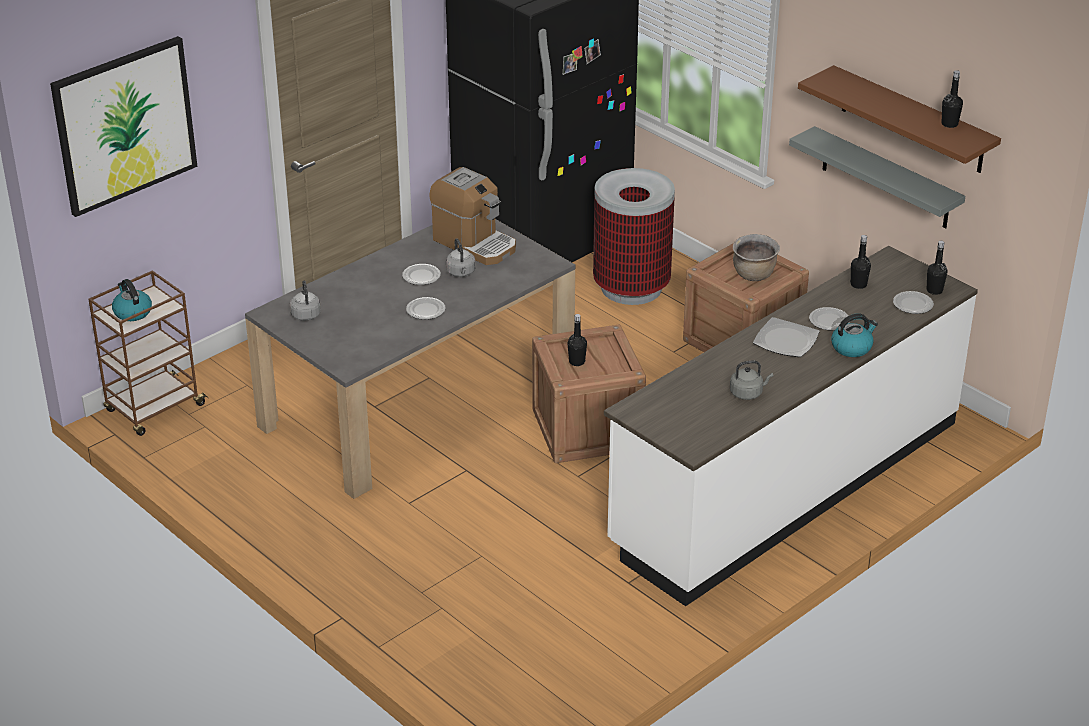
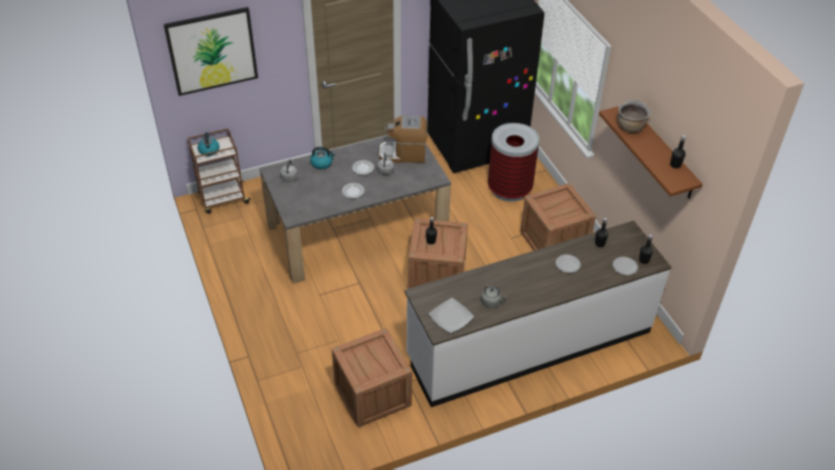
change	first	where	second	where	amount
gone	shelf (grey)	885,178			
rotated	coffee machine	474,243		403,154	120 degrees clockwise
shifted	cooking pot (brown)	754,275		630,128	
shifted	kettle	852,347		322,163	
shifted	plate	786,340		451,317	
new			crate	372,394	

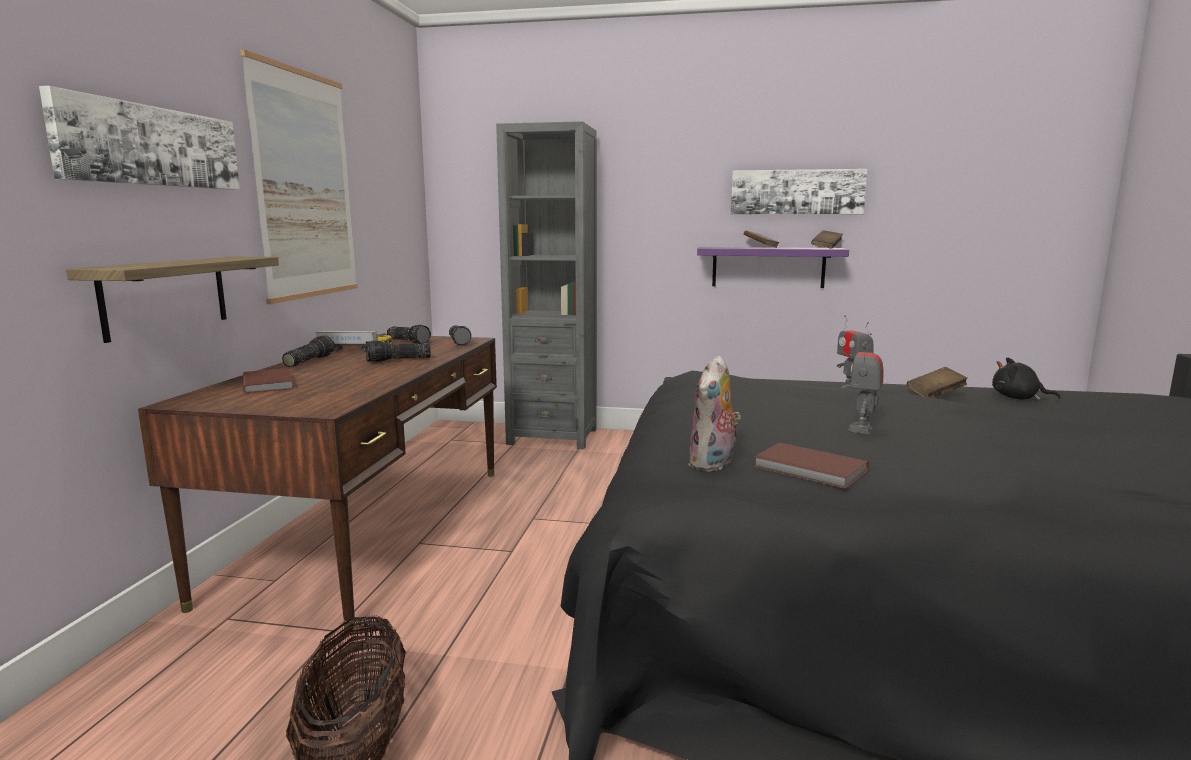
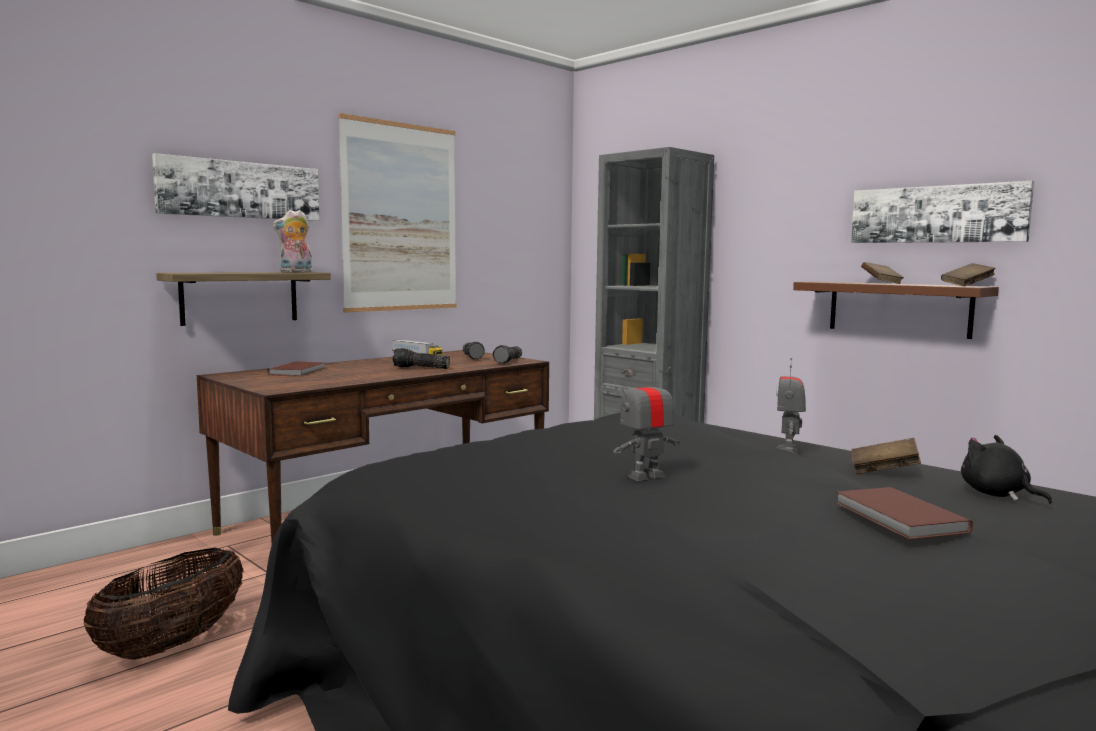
change	first	where	second	where	amount
repainted	shelf (purple)	768,267	shelf (brown)	898,308	
gone	flashlight	308,361			
shifted	plush toy	713,464		295,272	
shifted	book (brown)	810,470		898,518	

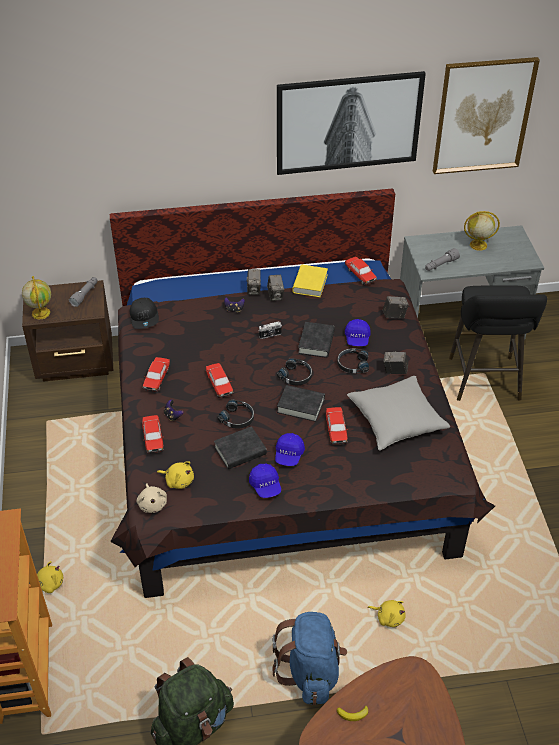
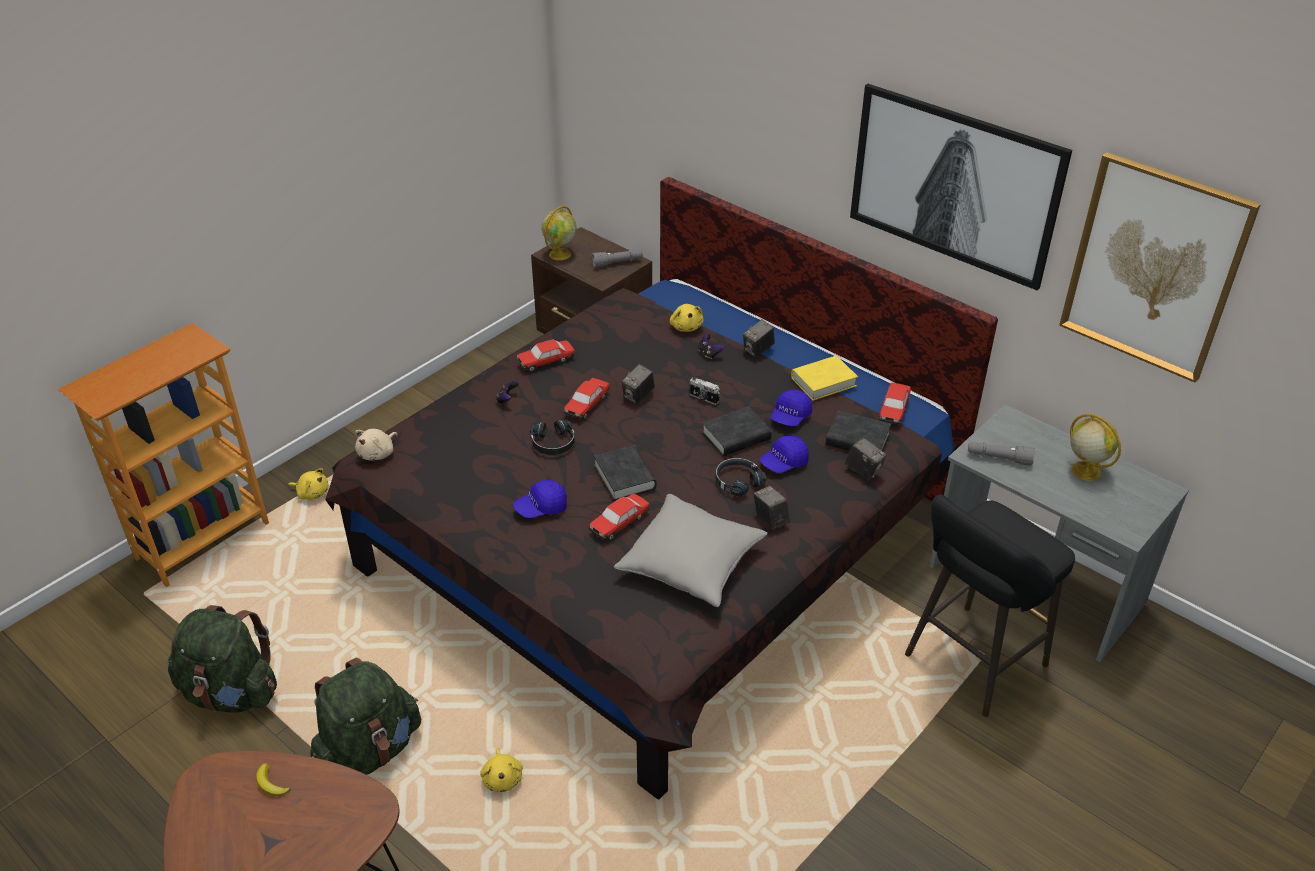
change	first	where	second	where	amount
shifted	photo camera	275,295		638,396	
gone	cap (black)	144,317			
gone	headphones (black)	296,376			
gone	toy car	153,438			
shifted	book (black)	240,451		857,439	
shifted	plush toy (yellow)	178,480		686,326	
shifted	cap (blue)	265,486		790,417	
repainted	backpack (blue)	310,671	backpack (green)	369,750	

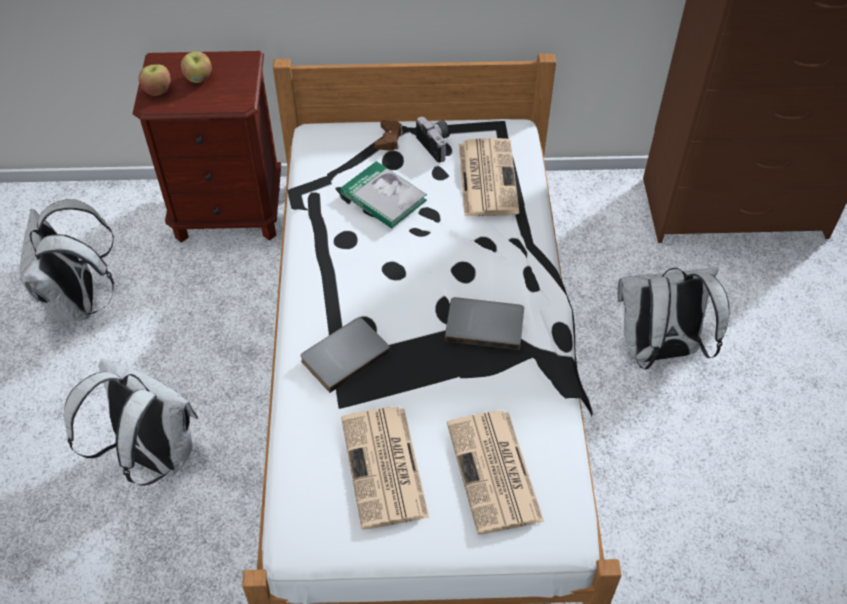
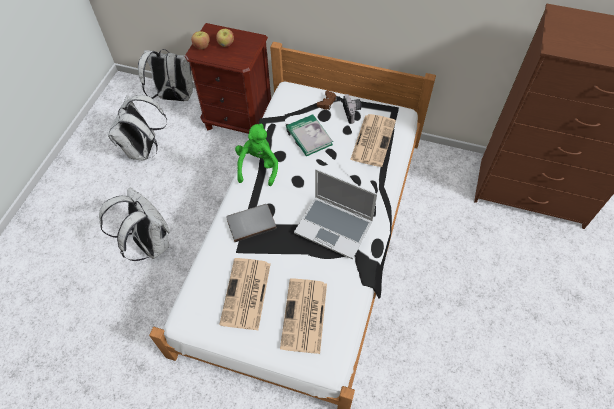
change	first	where	second	where	amount
shifted	backpack (white)	657,351		174,97	
swapped	book (grey)	485,323	laptop	335,227	
new			plush toy (green)	258,166	

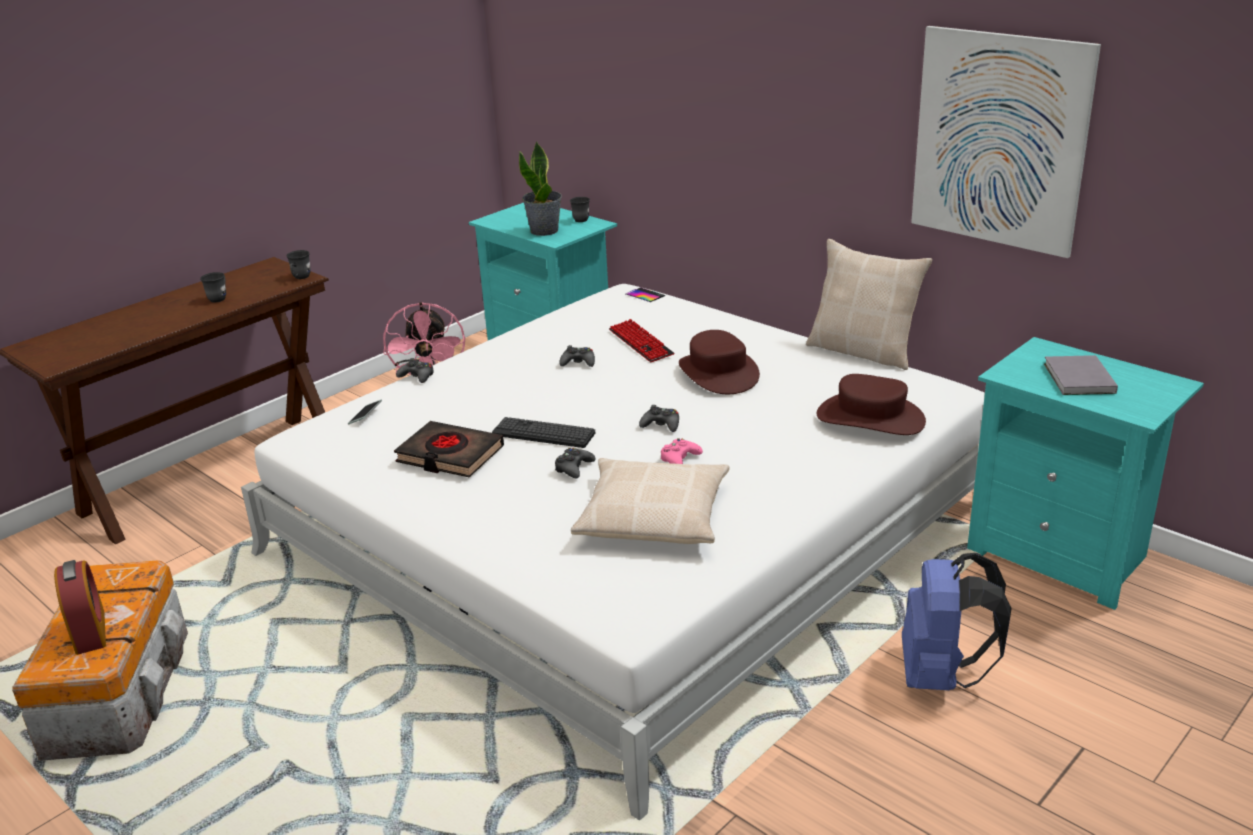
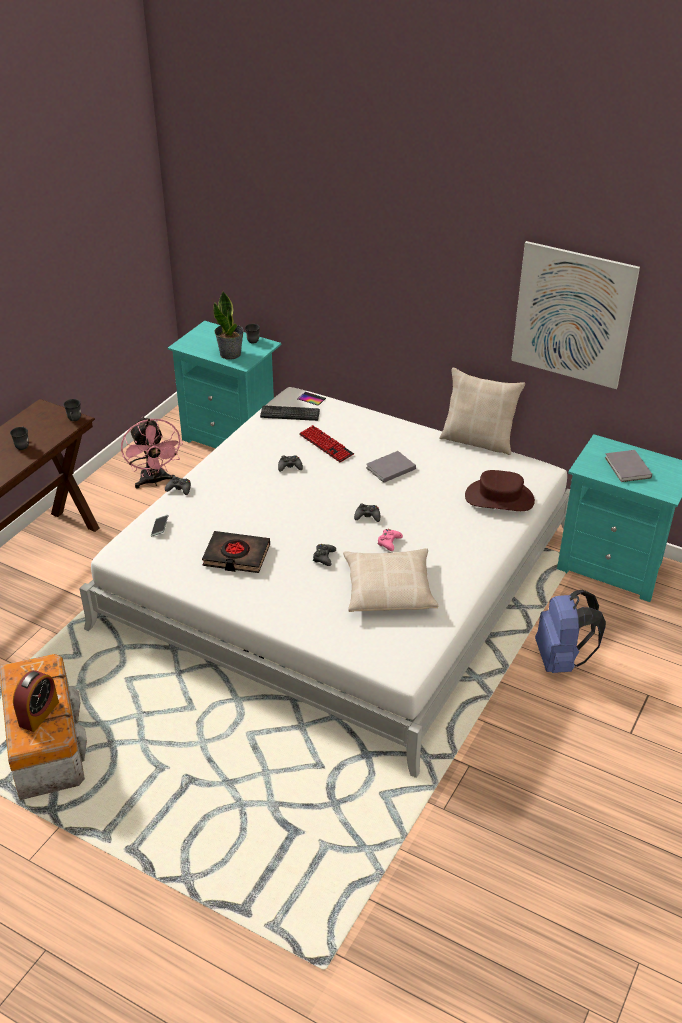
change	first	where	second	where	amount
swapped	hat (brown)	718,373	book (grey)	389,468	
shifted	keyboard	543,434		290,414	
rotated	alarm clock	90,632		39,714	60 degrees clockwise

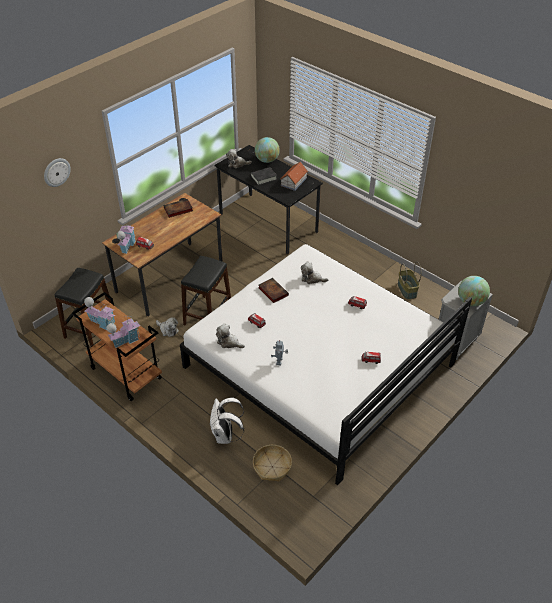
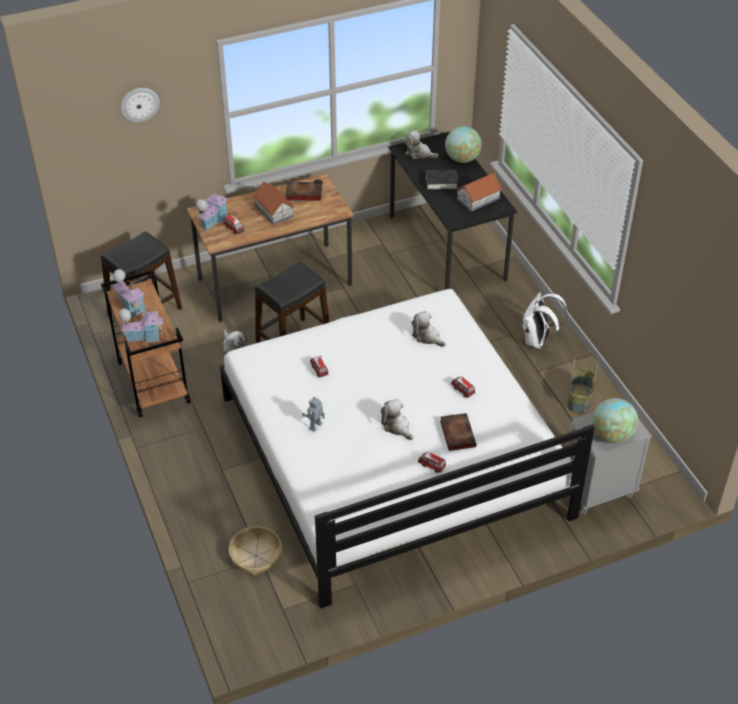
change	first	where	second	where	amount
shifted	book	272,291		457,433	
shifted	plush toy	229,342		397,427	
shifted	backpack (white)	225,435		538,341	
new			toy house	274,211	

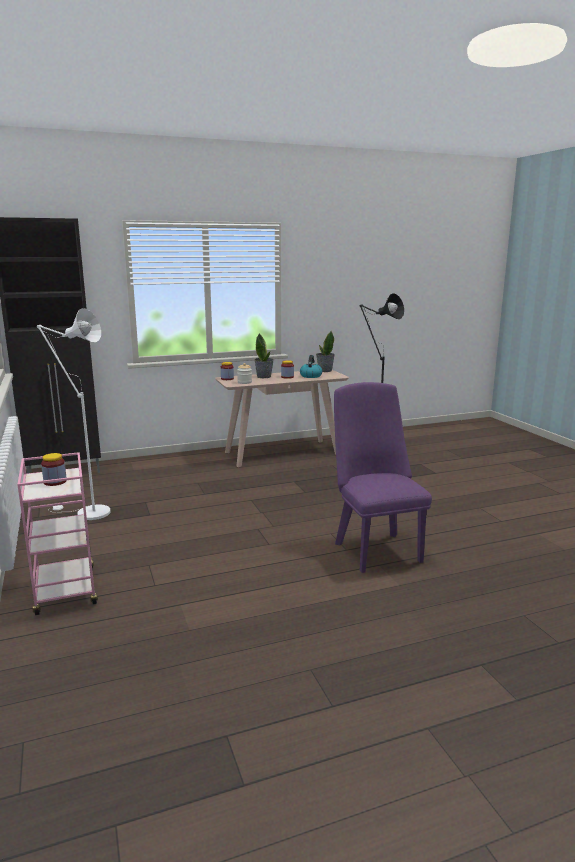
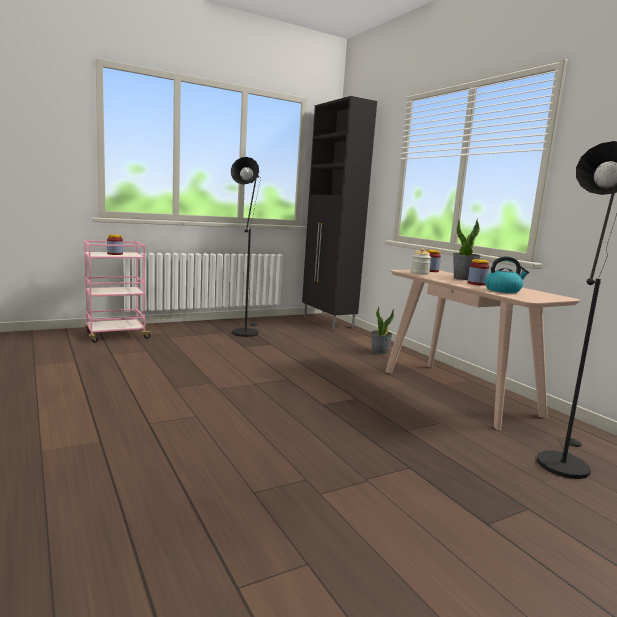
change	first	where	second	where	amount
repainted	floor lamp (white)	87,513	floor lamp (black)	245,331	
shifted	potted plant	324,370		379,352	
gone	chair (purple)	374,548			

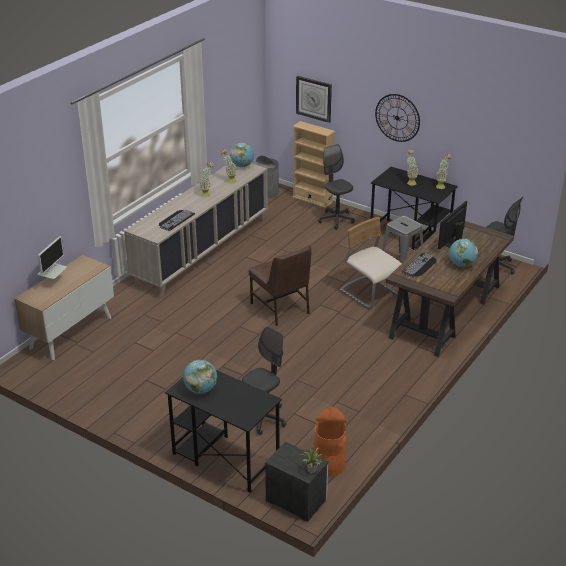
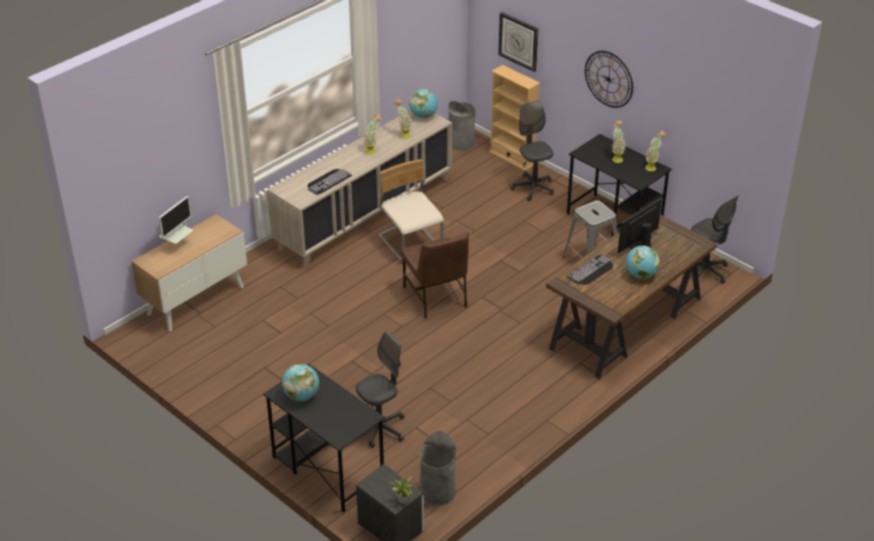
change	first	where	second	where	amount
shifted	chair (beige)	370,293		410,243	
repainted	trash can (orange)	329,464	trash can (grey)	437,492	

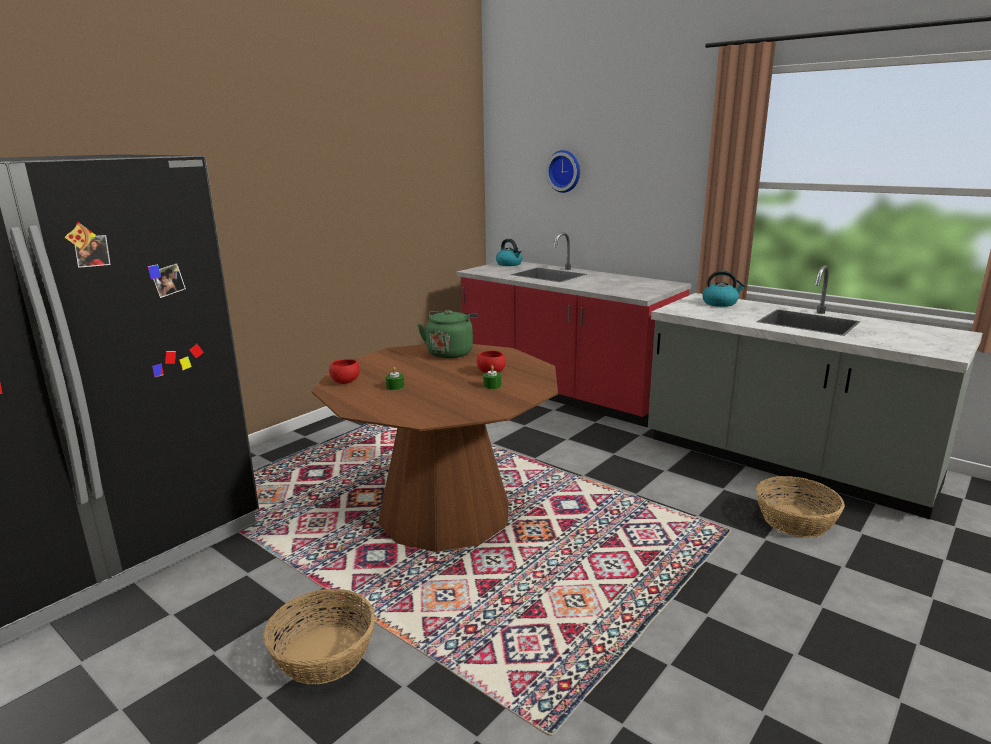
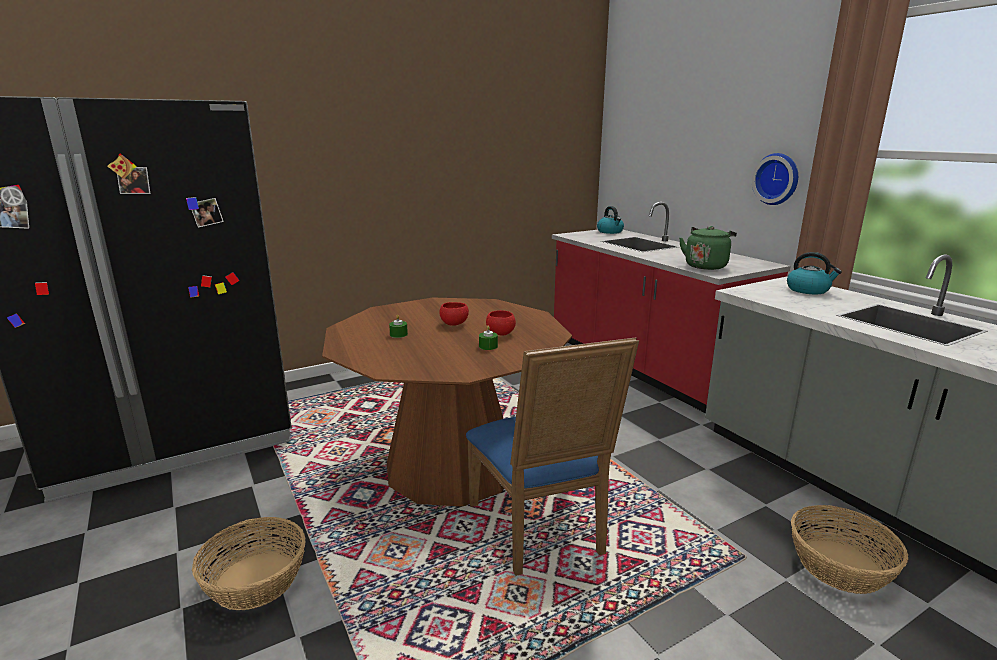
change	first	where	second	where	amount
shifted	wall clock	565,171		777,179	
shifted	kettle (green)	450,352		706,266	
shifted	bowl (red)	345,382		454,324	
new			chair (blue)	541,532	

